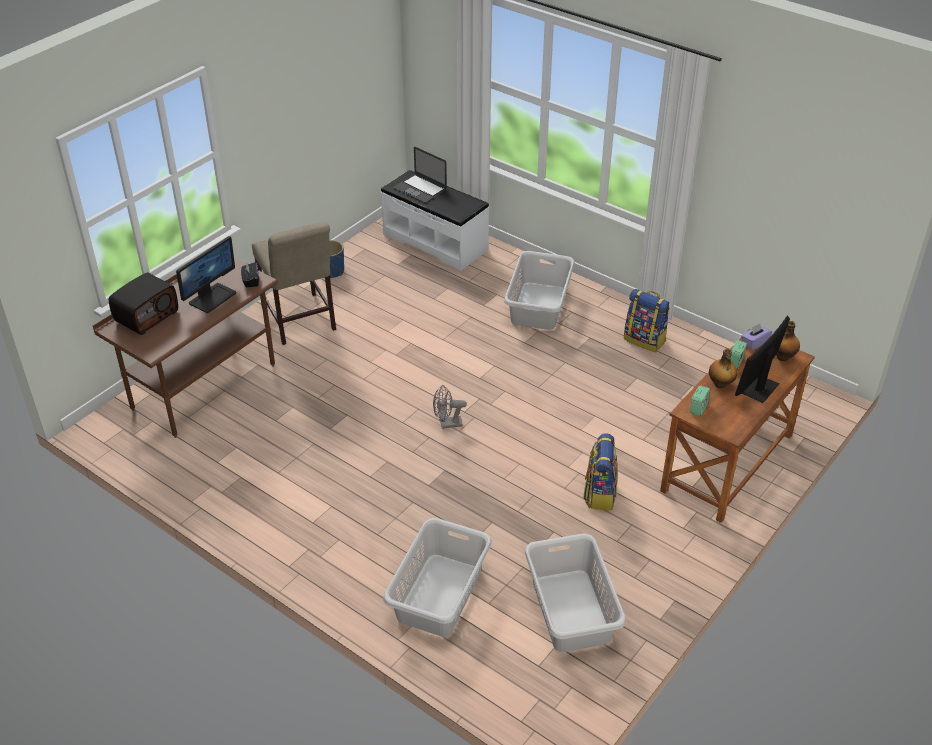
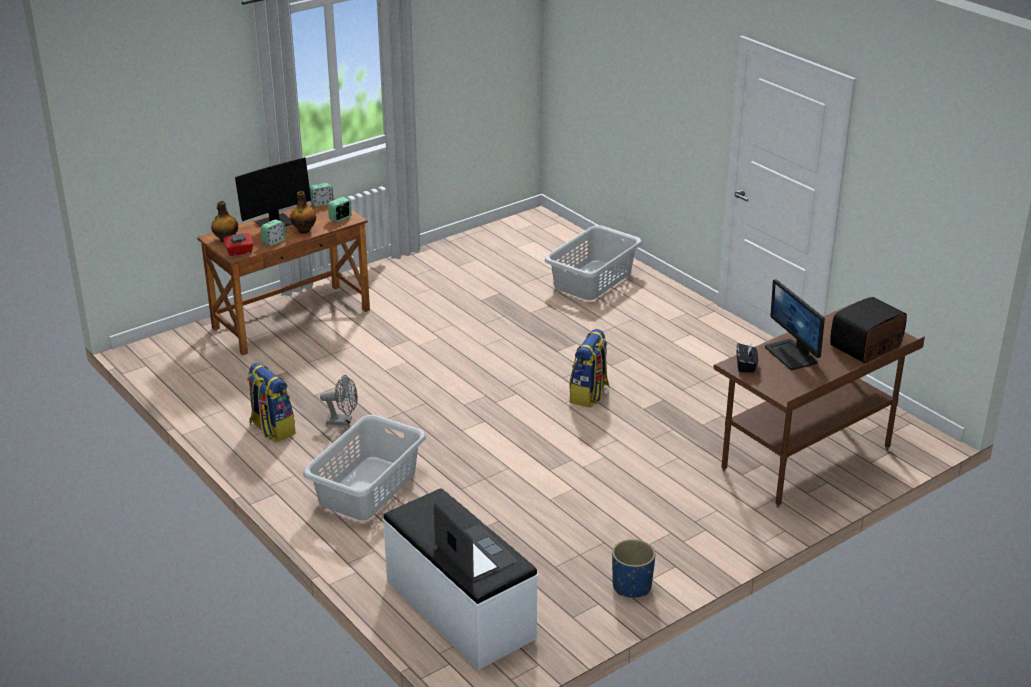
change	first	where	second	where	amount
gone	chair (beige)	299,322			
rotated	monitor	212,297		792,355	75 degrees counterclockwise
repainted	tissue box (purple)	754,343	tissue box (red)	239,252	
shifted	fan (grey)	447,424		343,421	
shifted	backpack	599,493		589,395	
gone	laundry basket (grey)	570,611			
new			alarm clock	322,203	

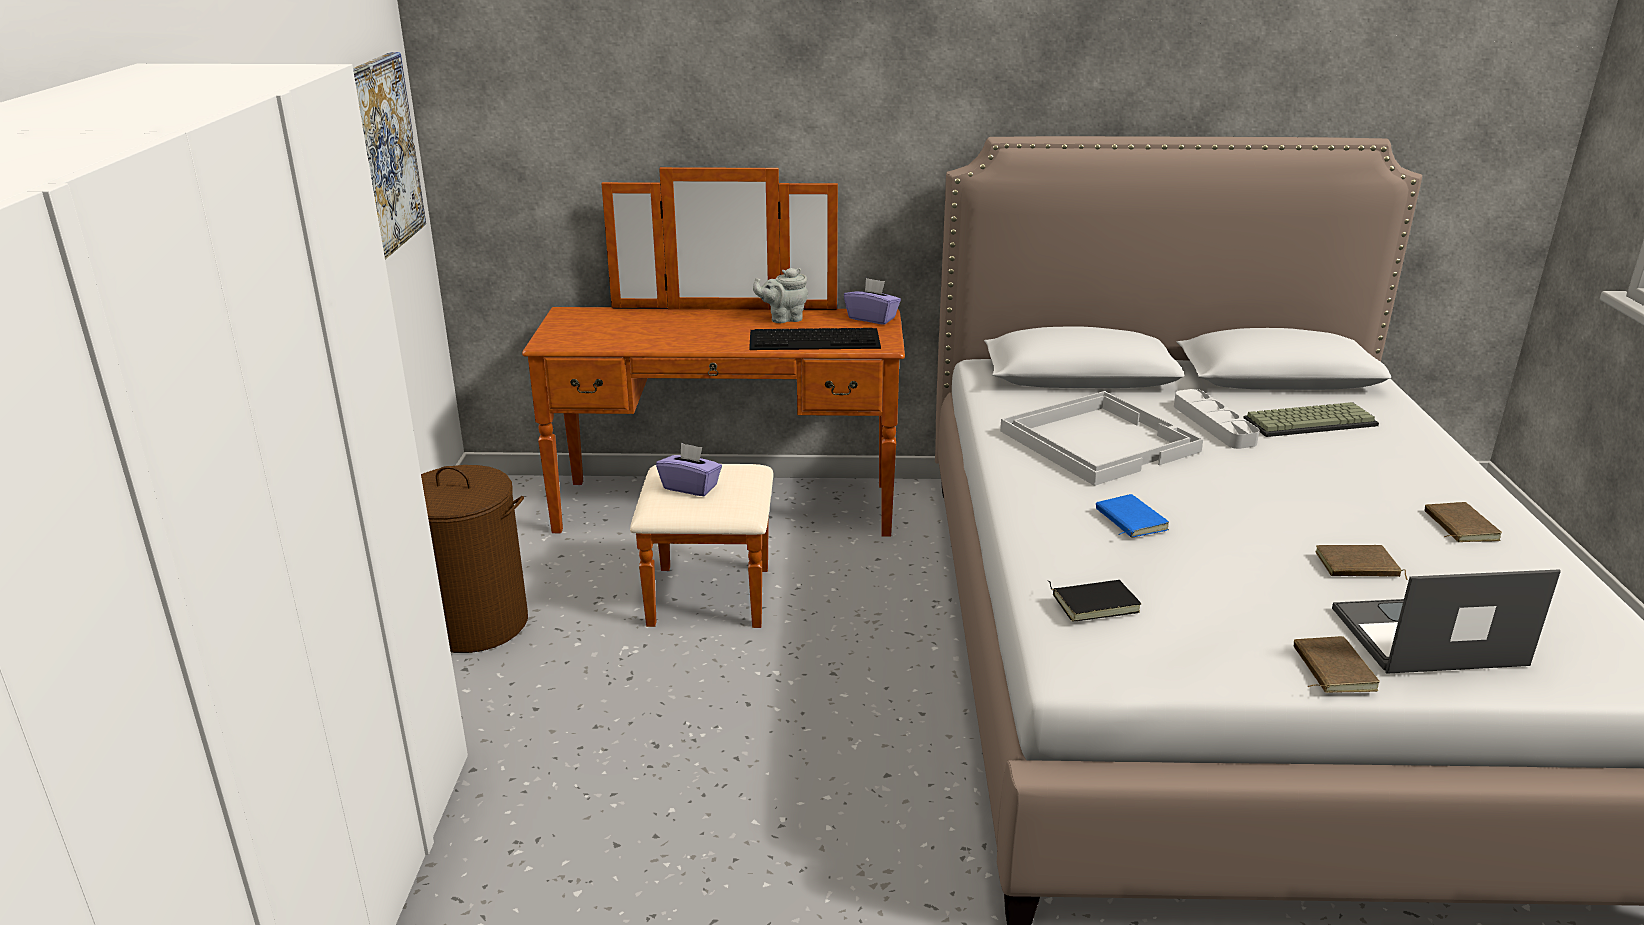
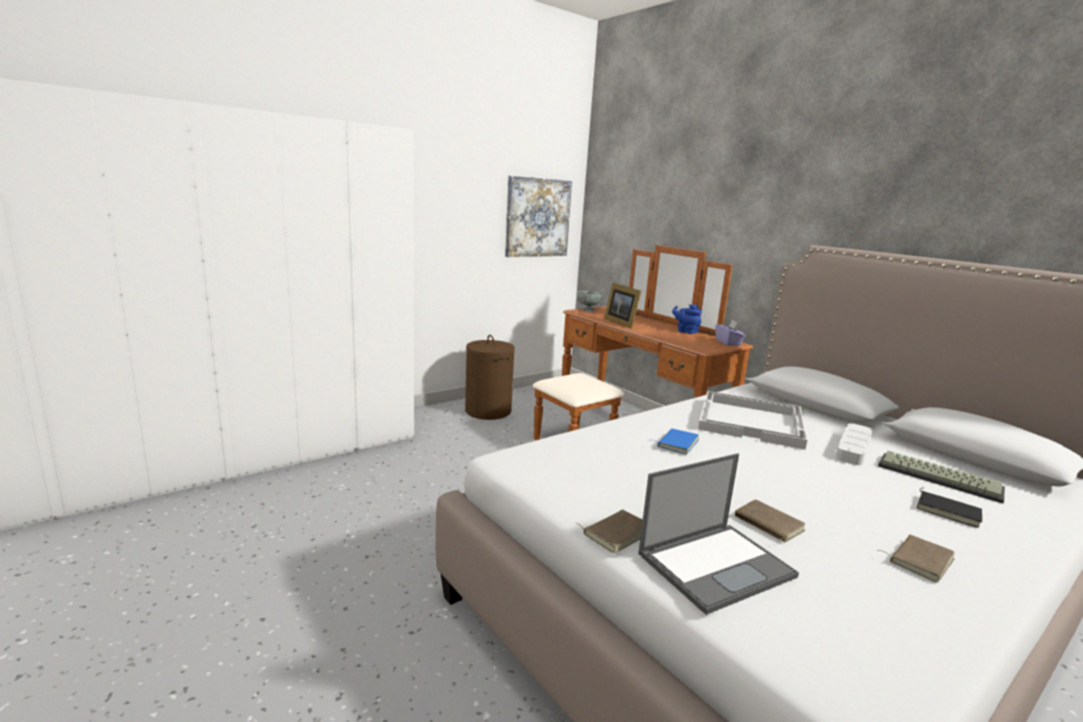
change	first	where	second	where	amount
repainted	teapot (grey)	783,318	teapot (blue)	686,331	
gone	keyboard	815,339			
gone	tissue box (purple)	690,487			
rotated	laptop	1425,637		716,564	105 degrees clockwise
shifted	book (black)	1094,603		948,511	
new			picture frame	621,322	
new			bowl (grey)	588,310	

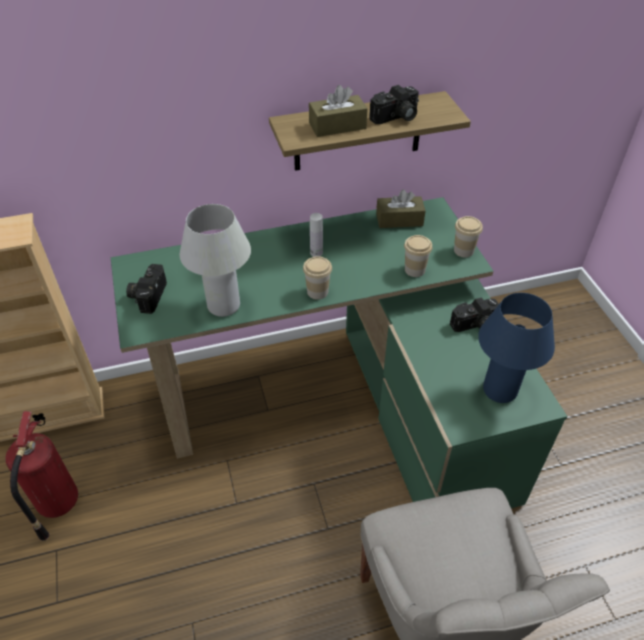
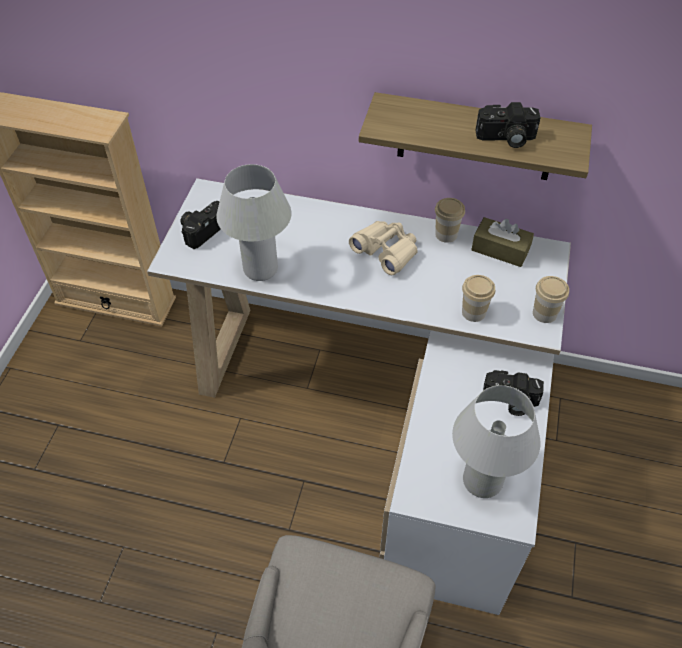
change	first	where	second	where	amount
gone	tissue box (brown)	337,126			
repainted	desk (green)	342,403	desk (white)	383,416	
swapped	bottle (white)	316,253	binoculars (beige)	386,251	
shifted	cup	317,292		446,234	
repainted	table lamp (blue)	500,390	table lamp (white)	482,481	
gone	fire extinguisher	56,504			

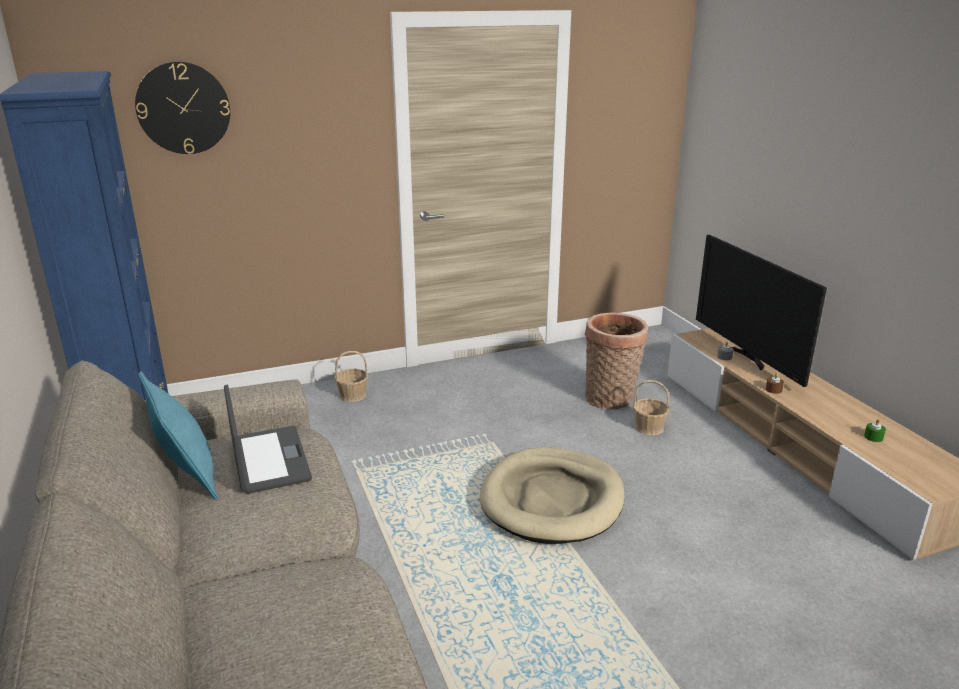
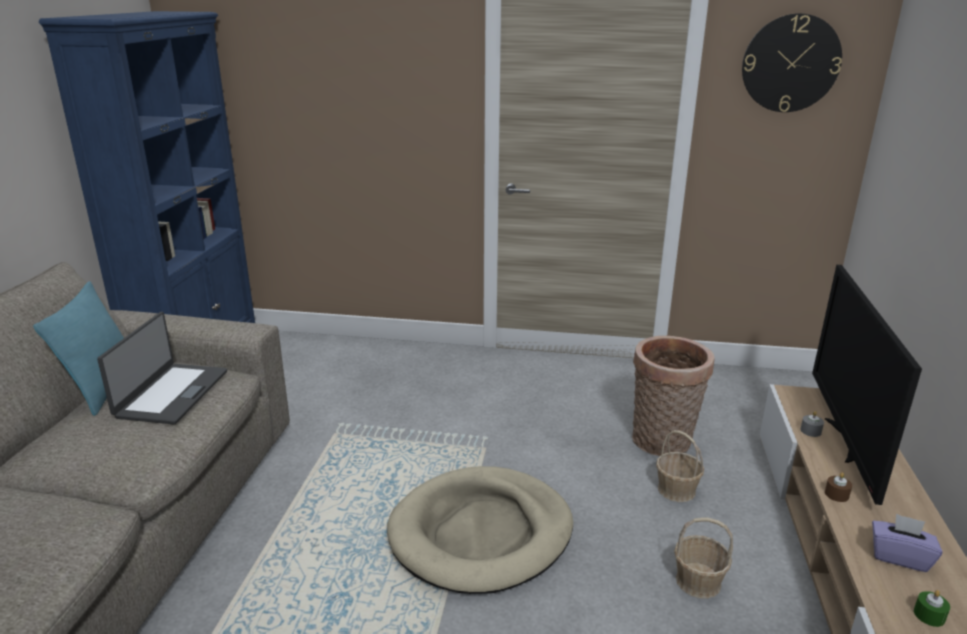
change	first	where	second	where	amount
shifted	wall clock	183,108		790,63	
shifted	basket	352,395		697,581	
new			tissue box (purple)	899,556	

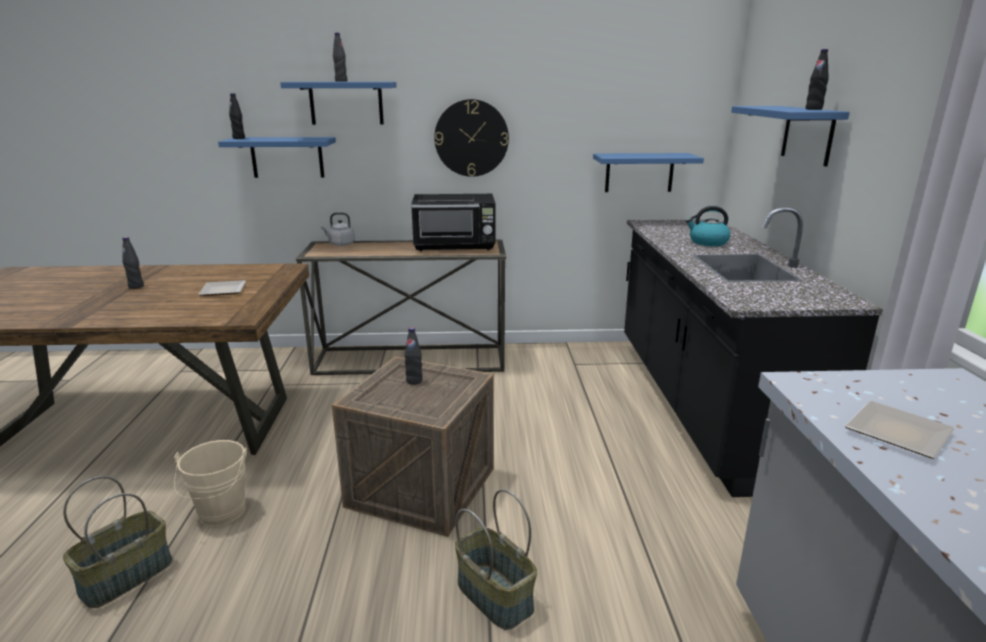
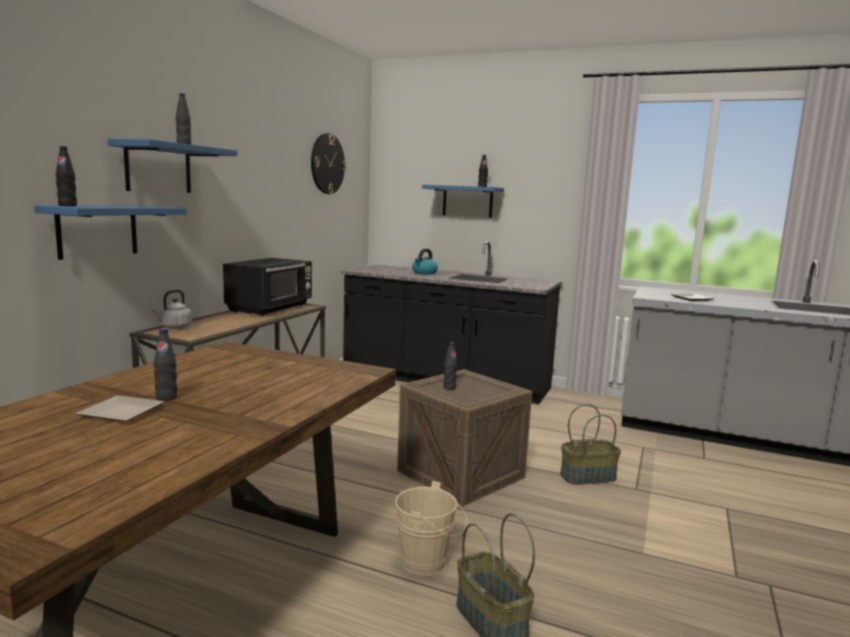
change	first	where	second	where	amount
shifted	wall clock	471,138		327,164	
gone	shelf (blue)	639,172			
shifted	plate	224,291		125,412	

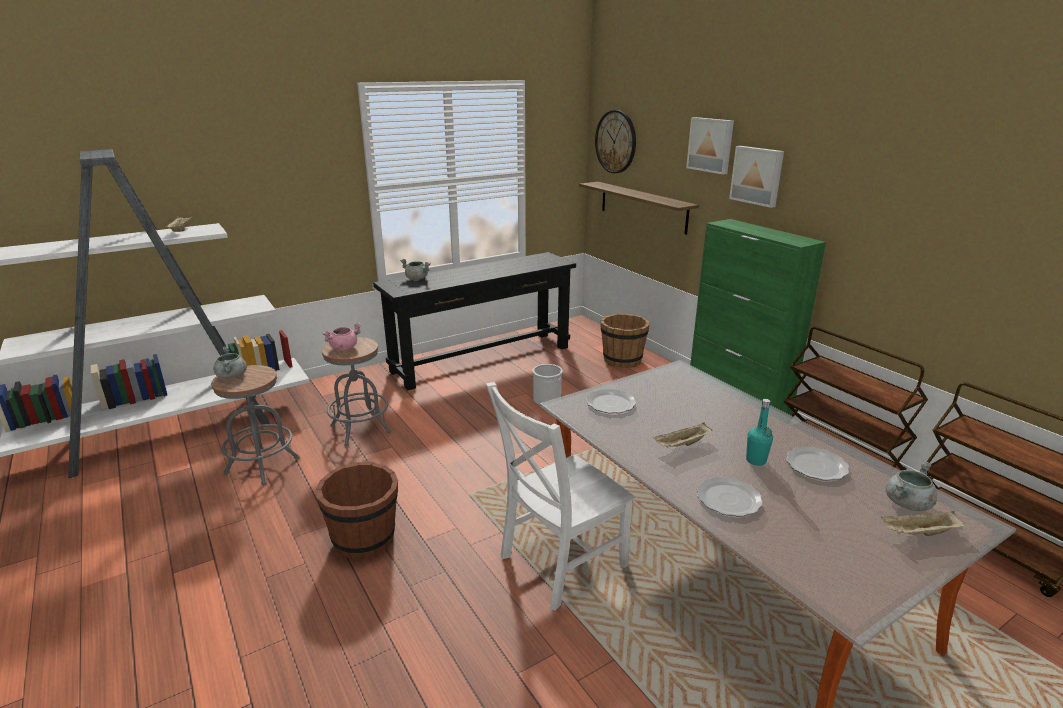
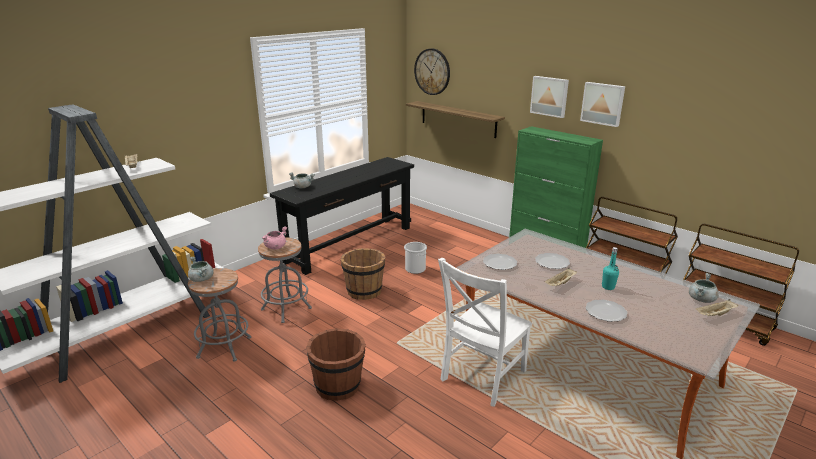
change	first	where	second	where	amount
shifted	picture	711,145		603,103	
shifted	bucket (brown)	622,360		364,291	
shifted	plate	815,466		551,262	

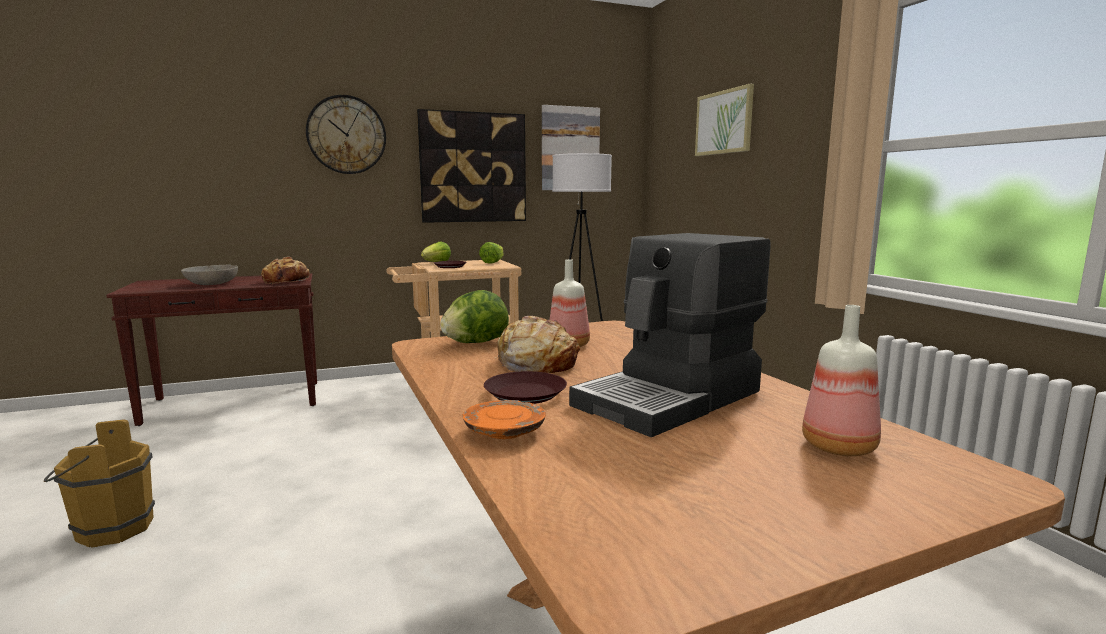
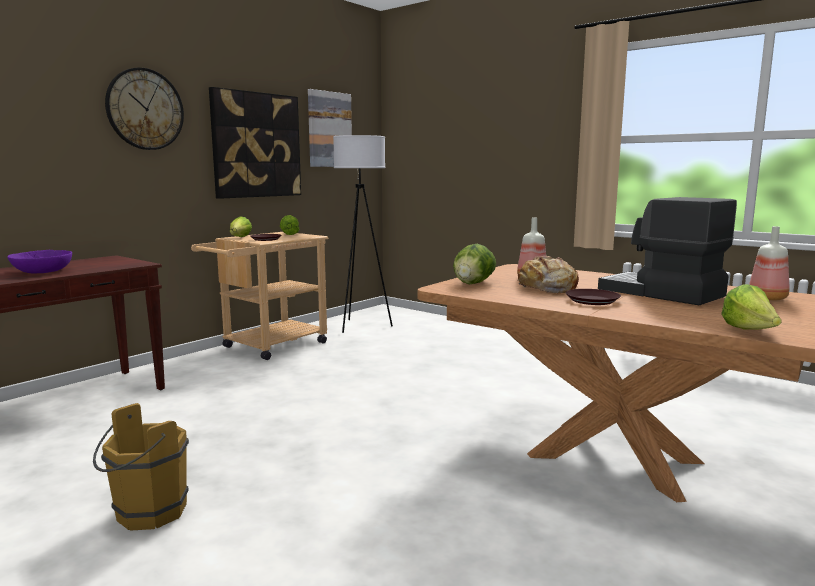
change	first	where	second	where	amount
gone	picture	724,122			
rotated	coffee machine	671,399		660,293	120 degrees clockwise
gone	bread	287,281			
repainted	bowl (grey)	211,284	bowl (purple)	42,271	
gone	plate (orange)	504,432			
new			lettuce	750,332	

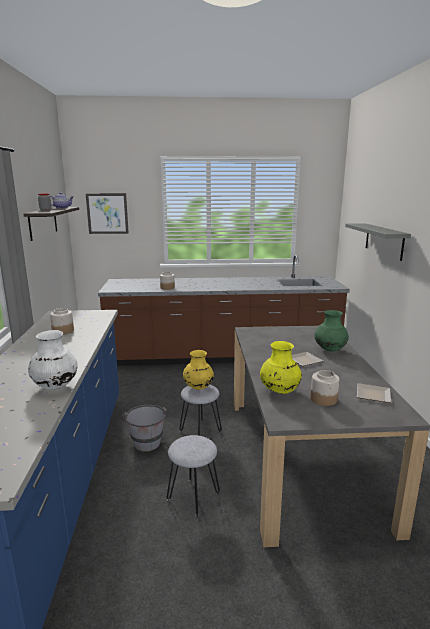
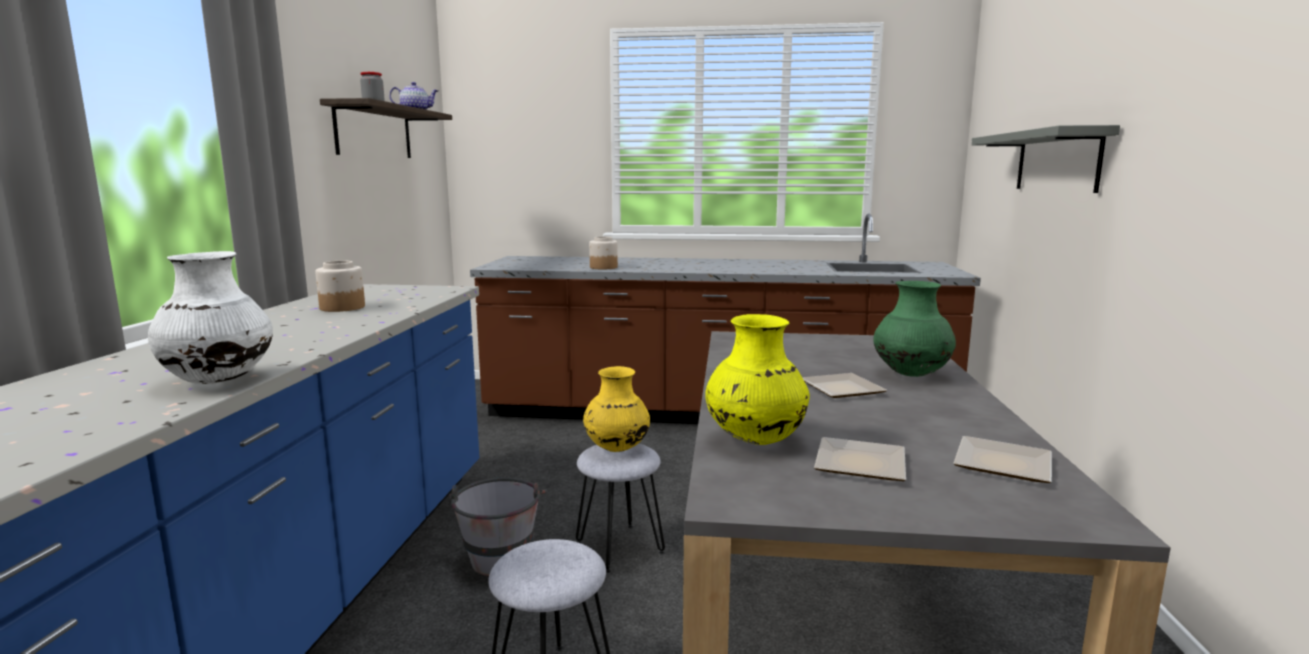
change	first	where	second	where	amount
gone	picture	107,213			
swapped	jar	324,399	plate	863,463	

